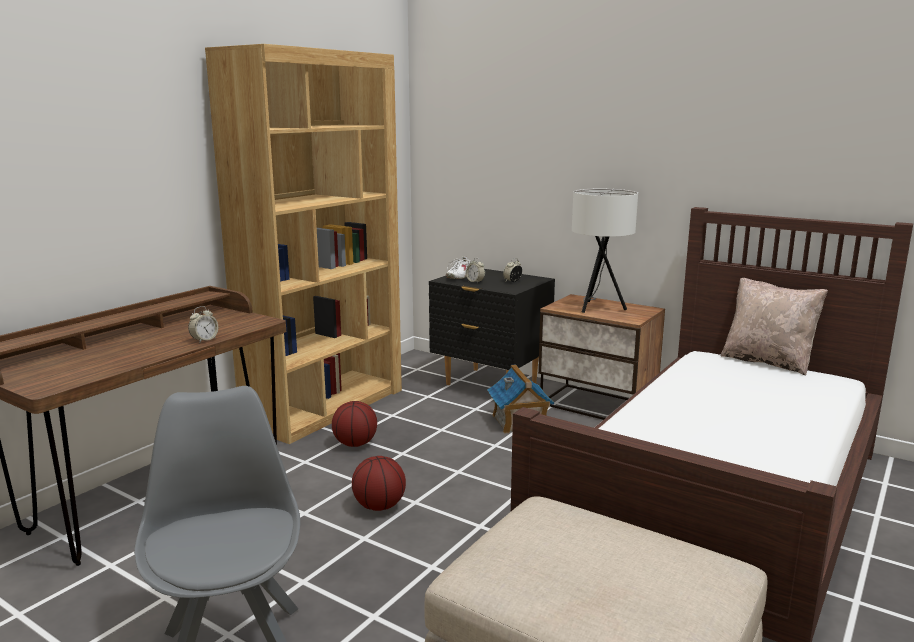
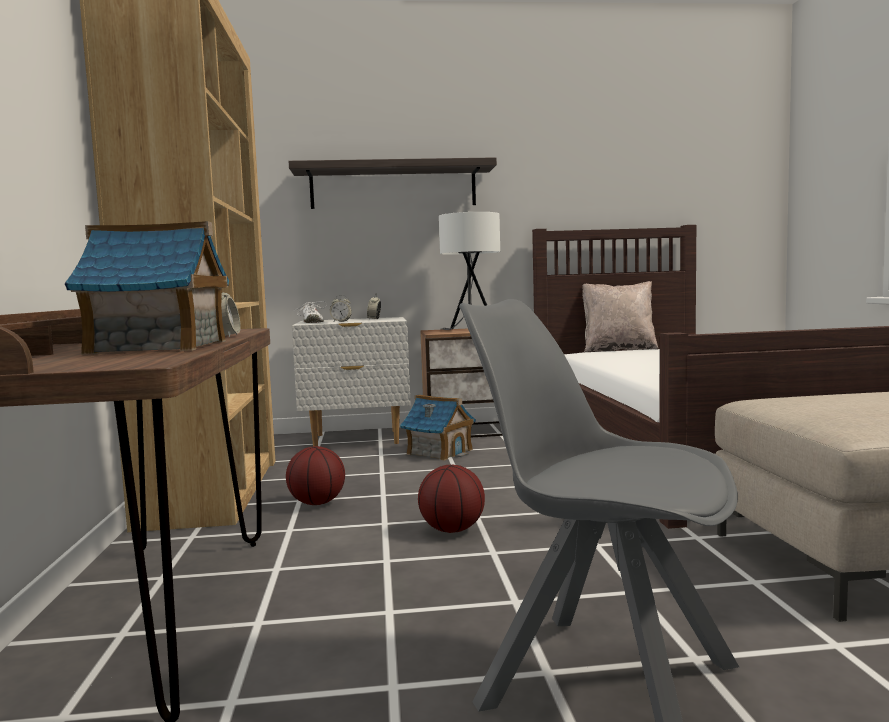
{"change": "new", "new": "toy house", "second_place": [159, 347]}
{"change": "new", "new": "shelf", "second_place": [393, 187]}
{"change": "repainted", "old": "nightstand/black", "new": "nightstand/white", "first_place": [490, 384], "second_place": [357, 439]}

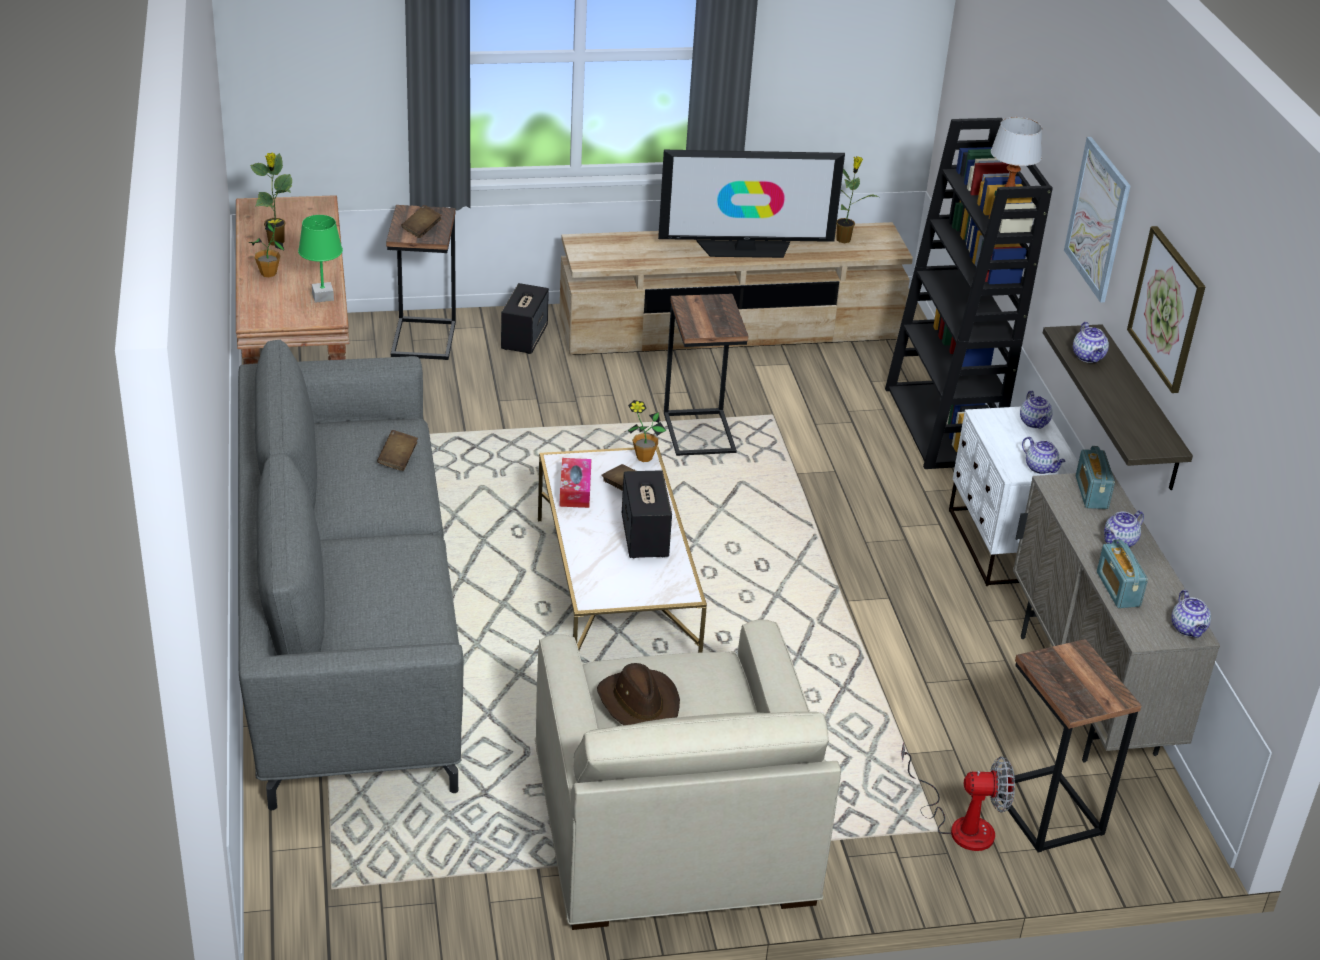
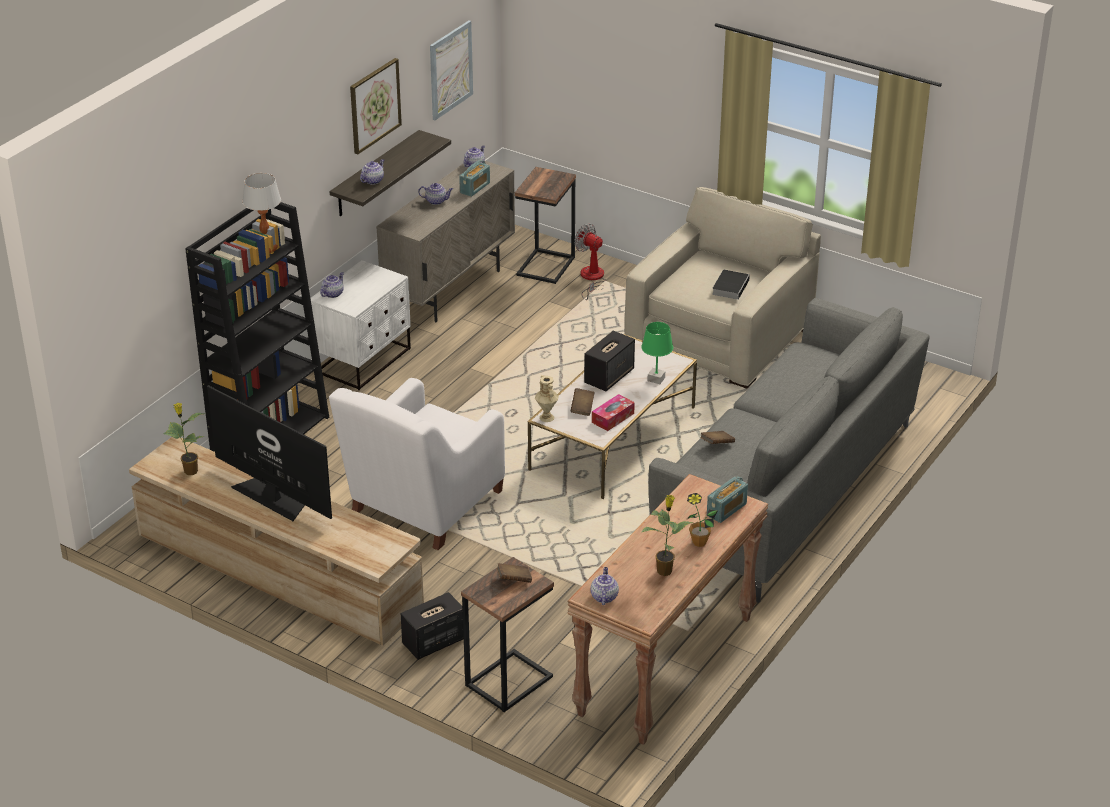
{"change": "shifted", "old": "table lamp/green", "first_place": [322, 297], "second_place": [656, 379]}
{"change": "shifted", "old": "teapot", "first_place": [1041, 468], "second_place": [604, 596]}
{"change": "shifted", "old": "picture", "first_place": [1098, 219], "second_place": [450, 70]}
{"change": "shifted", "old": "radio", "first_place": [1091, 492], "second_place": [726, 510]}
{"change": "swapped", "old": "hat/brown", "new": "book", "first_place": [639, 703], "second_place": [730, 286]}
{"change": "swapped", "old": "potted plant", "new": "vase/beige", "first_place": [644, 457], "second_place": [546, 417]}
{"change": "swapped", "old": "side table", "new": "armchair/white", "first_place": [700, 433], "second_place": [423, 505]}

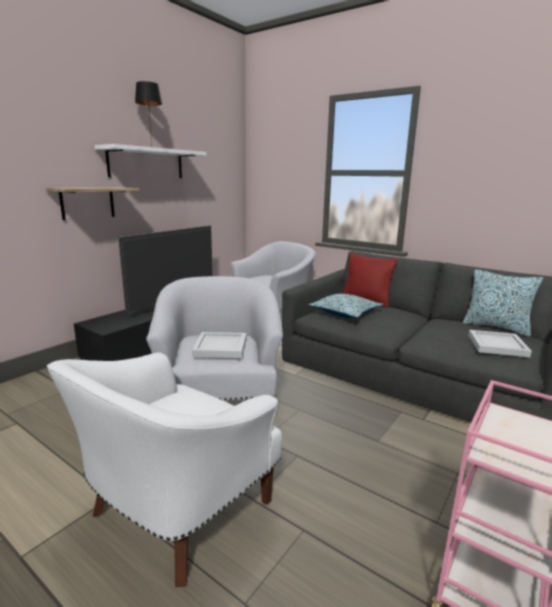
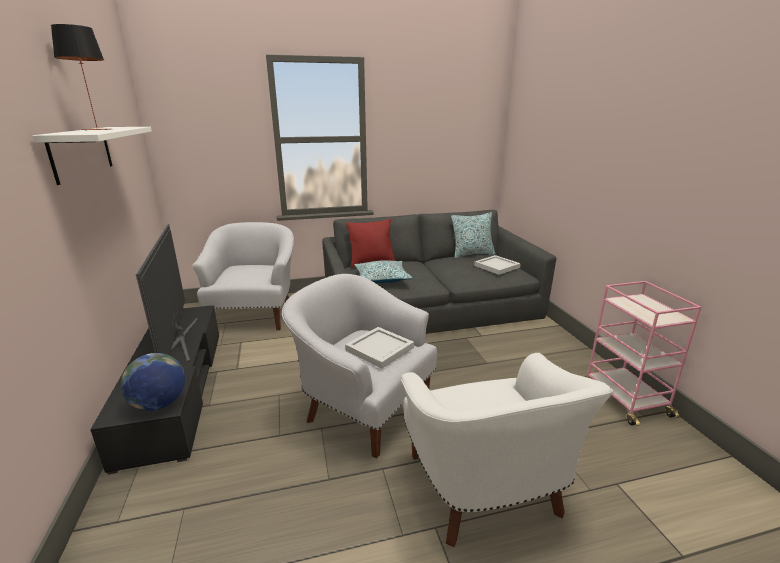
{"change": "gone", "old": "shelf", "first_place": [87, 203]}
{"change": "new", "new": "globe", "second_place": [159, 404]}

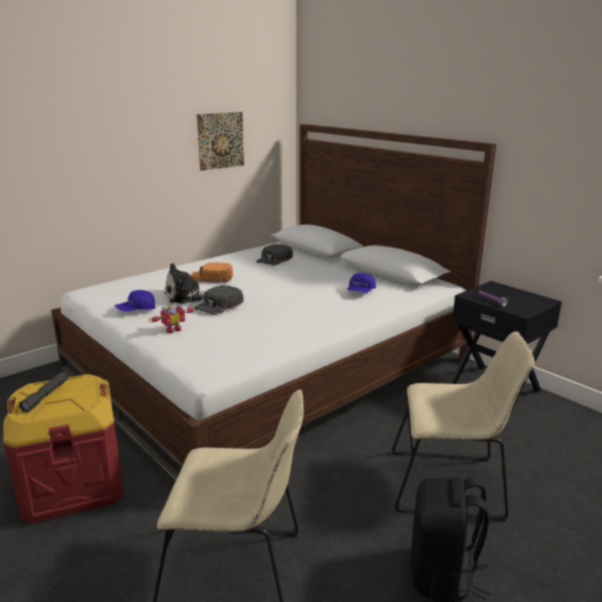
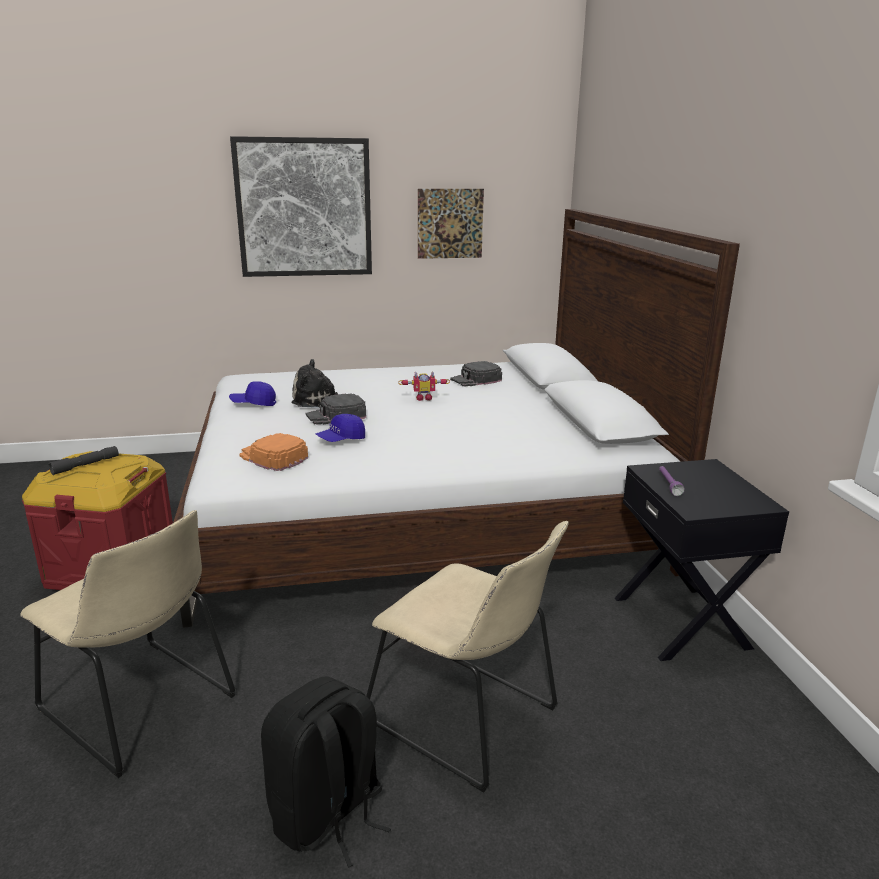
{"change": "new", "new": "picture", "second_place": [304, 208]}
{"change": "shifted", "old": "toy robot", "first_place": [172, 329], "second_place": [424, 398]}
{"change": "shifted", "old": "cap/orange", "first_place": [211, 277], "second_place": [273, 457]}
{"change": "shifted", "old": "cap/blue", "first_place": [360, 291], "second_place": [341, 440]}

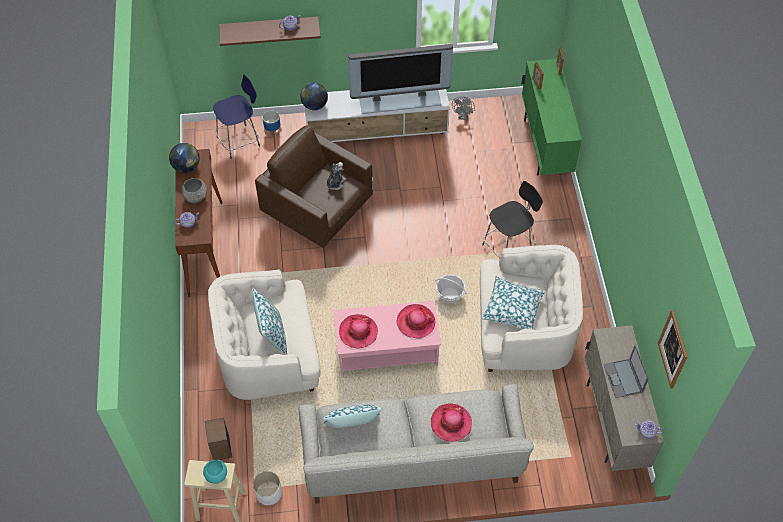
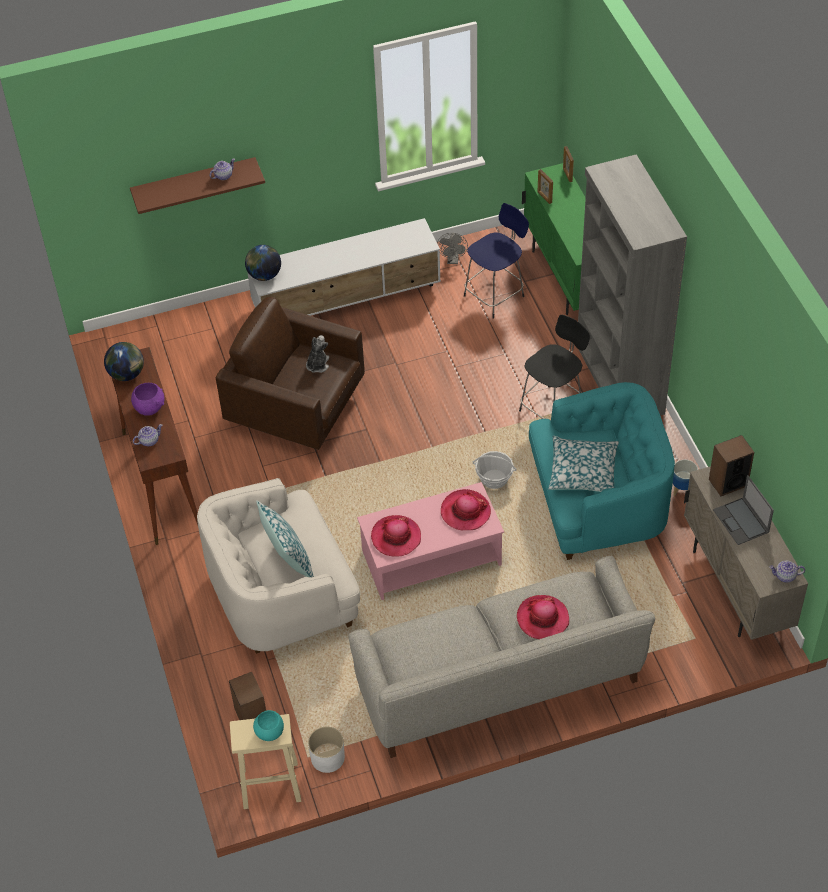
{"change": "gone", "old": "pillow", "first_place": [353, 427]}
{"change": "gone", "old": "television", "first_place": [399, 99]}
{"change": "gone", "old": "picture", "first_place": [673, 349]}
{"change": "new", "new": "bookcase/grey", "second_place": [619, 380]}
{"change": "new", "new": "speaker", "second_place": [728, 482]}
{"change": "shifted", "old": "stool/blue", "first_place": [240, 141], "second_place": [495, 295]}
{"change": "shifted", "old": "planter", "first_place": [273, 131], "second_place": [682, 489]}
{"change": "repainted", "old": "bowl/grey", "new": "bowl/purple", "first_place": [196, 197], "second_place": [150, 408]}
{"change": "repainted", "old": "armchair/white", "new": "armchair/turquoise", "first_place": [523, 330], "second_place": [597, 502]}

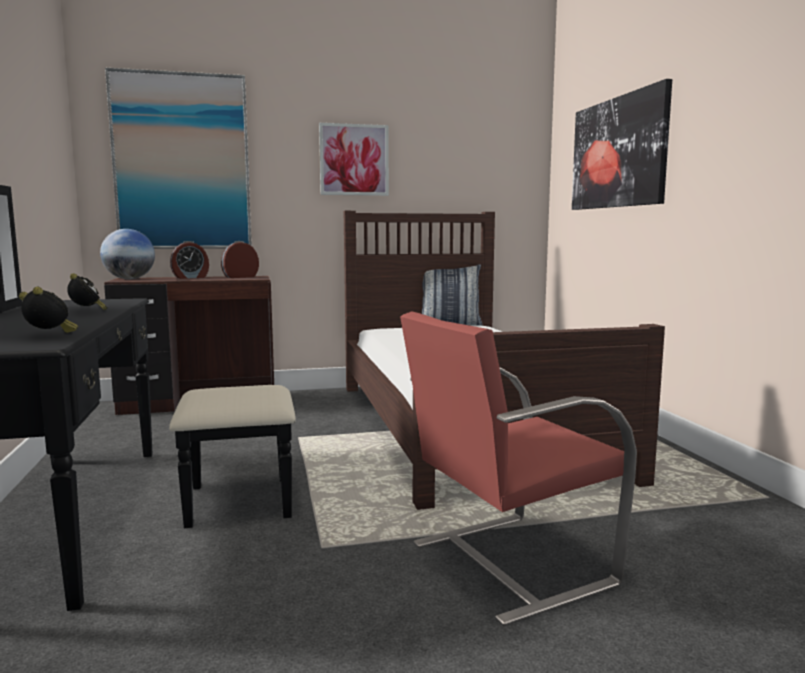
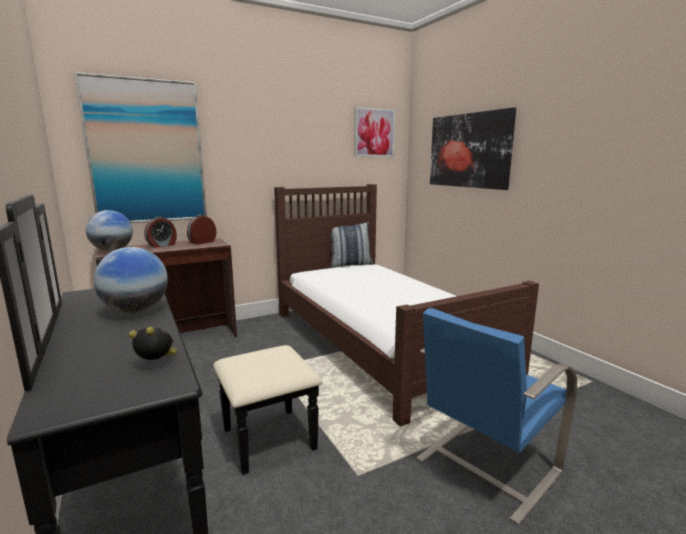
{"change": "shifted", "old": "picture", "first_place": [354, 160], "second_place": [374, 133]}
{"change": "swapped", "old": "alarm clock", "new": "globe", "first_place": [87, 311], "second_place": [136, 310]}
{"change": "repainted", "old": "chair/red", "new": "chair/blue", "first_place": [507, 563], "second_place": [485, 466]}

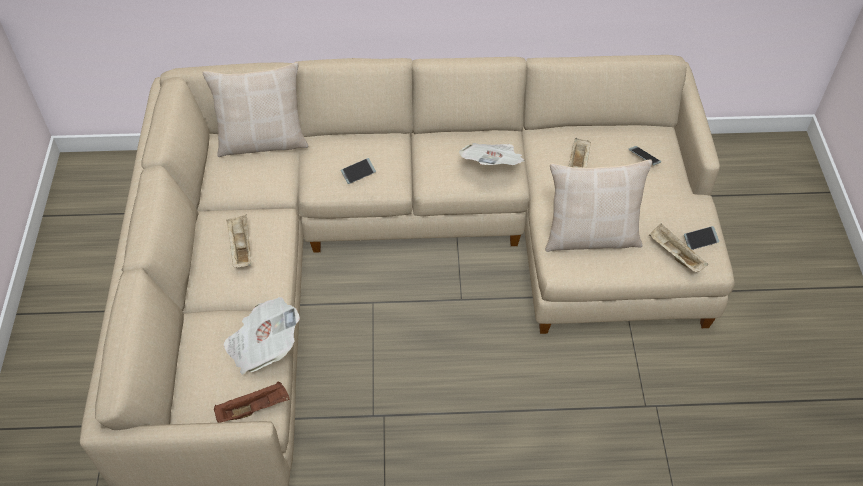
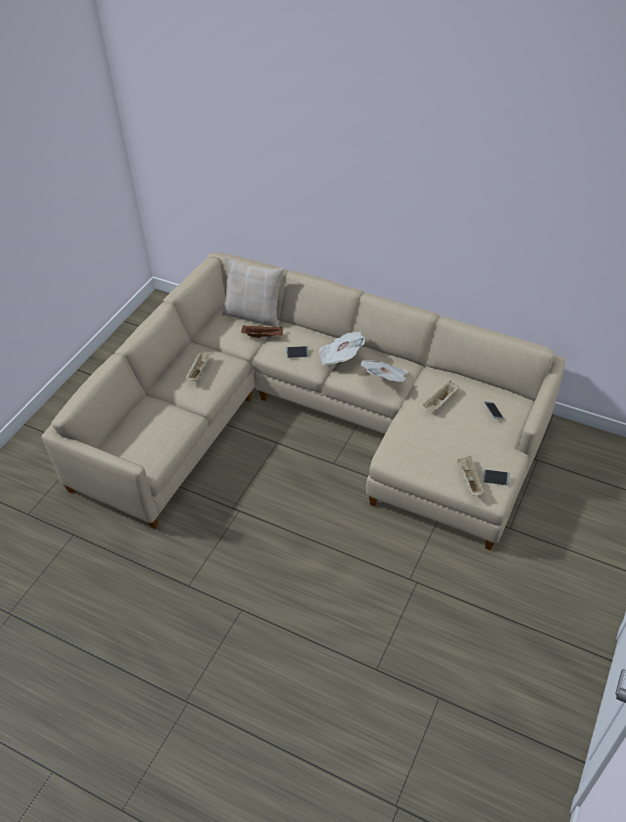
{"change": "gone", "old": "pillow/beige", "first_place": [591, 236]}
{"change": "shifted", "old": "tray/brown", "first_place": [254, 408], "second_place": [263, 336]}
{"change": "shifted", "old": "newspaper", "first_place": [263, 346], "second_place": [340, 357]}

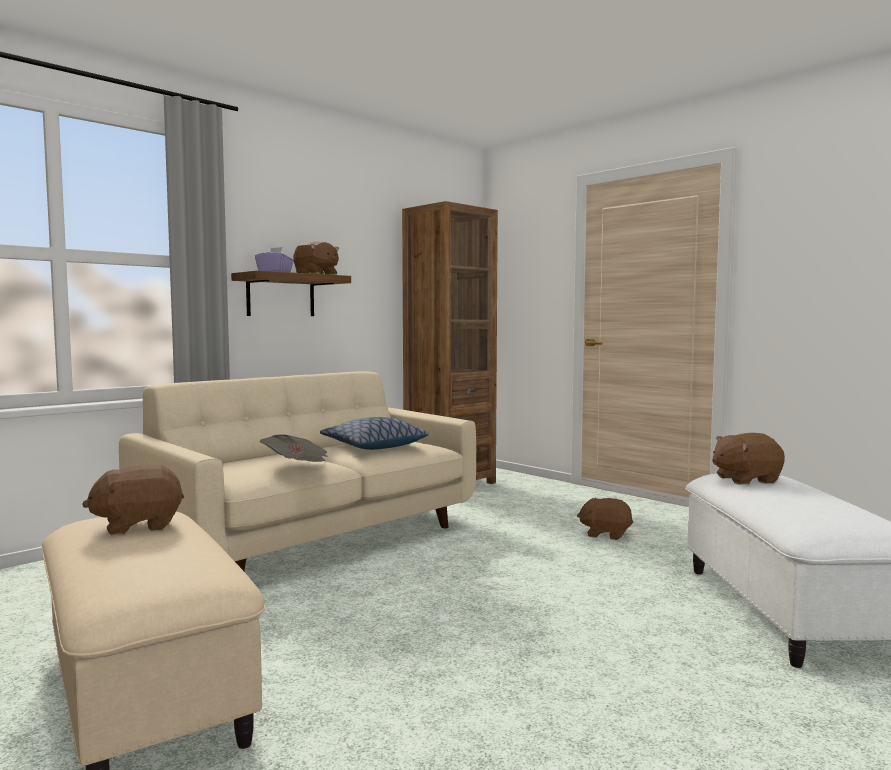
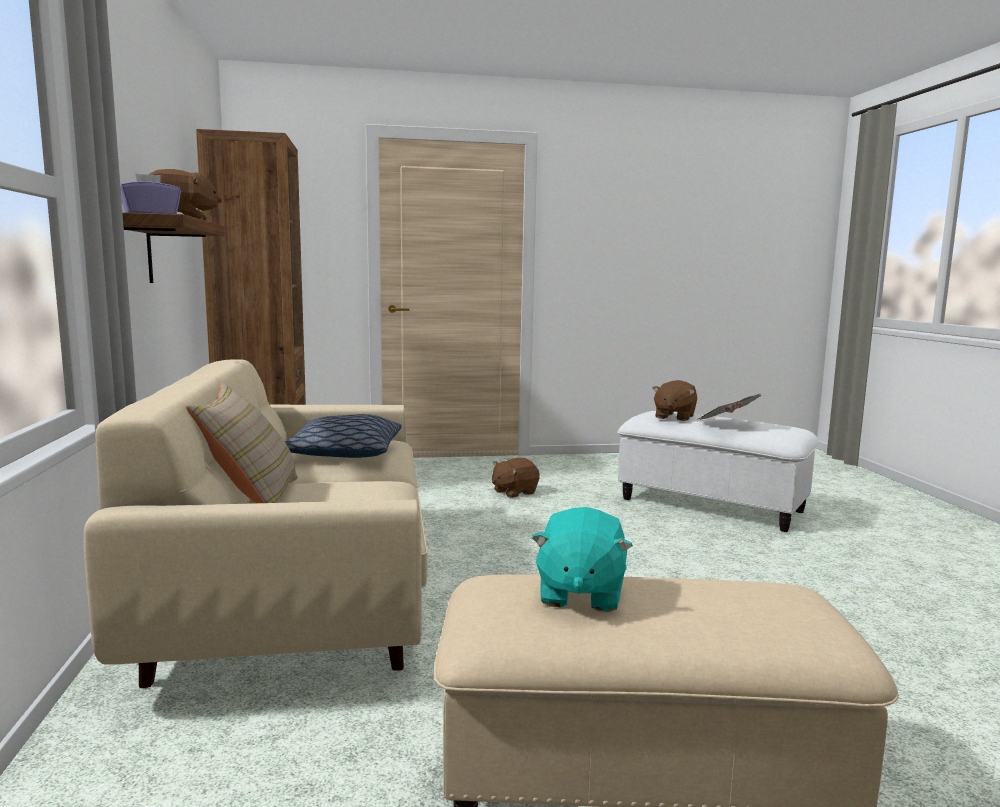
{"change": "new", "new": "pillow/beige", "second_place": [251, 498]}
{"change": "shifted", "old": "newspaper", "first_place": [297, 468], "second_place": [727, 423]}
{"change": "repainted", "old": "plush toy/brown", "new": "plush toy/turquoise", "first_place": [138, 526], "second_place": [579, 594]}

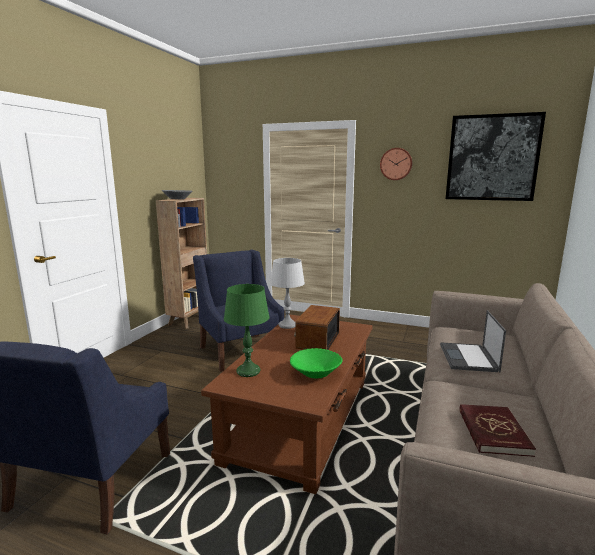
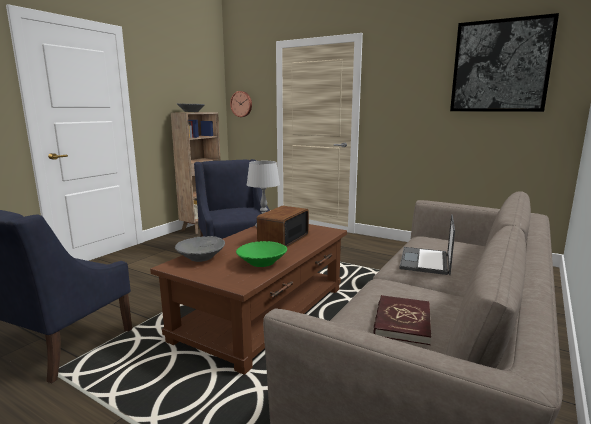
{"change": "shifted", "old": "wall clock", "first_place": [396, 164], "second_place": [242, 104]}
{"change": "swapped", "old": "table lamp/green", "new": "bowl/grey", "first_place": [248, 371], "second_place": [201, 258]}

